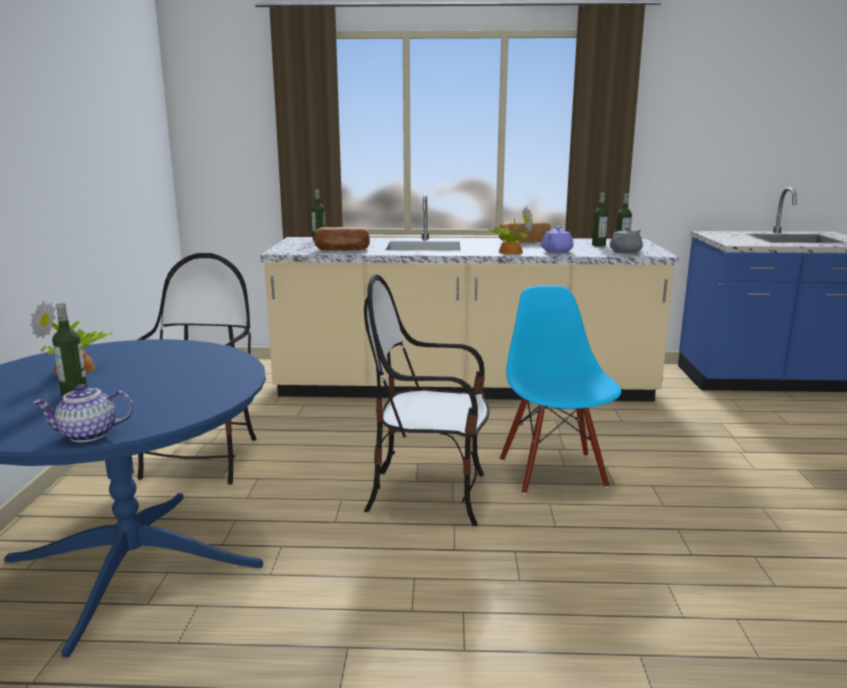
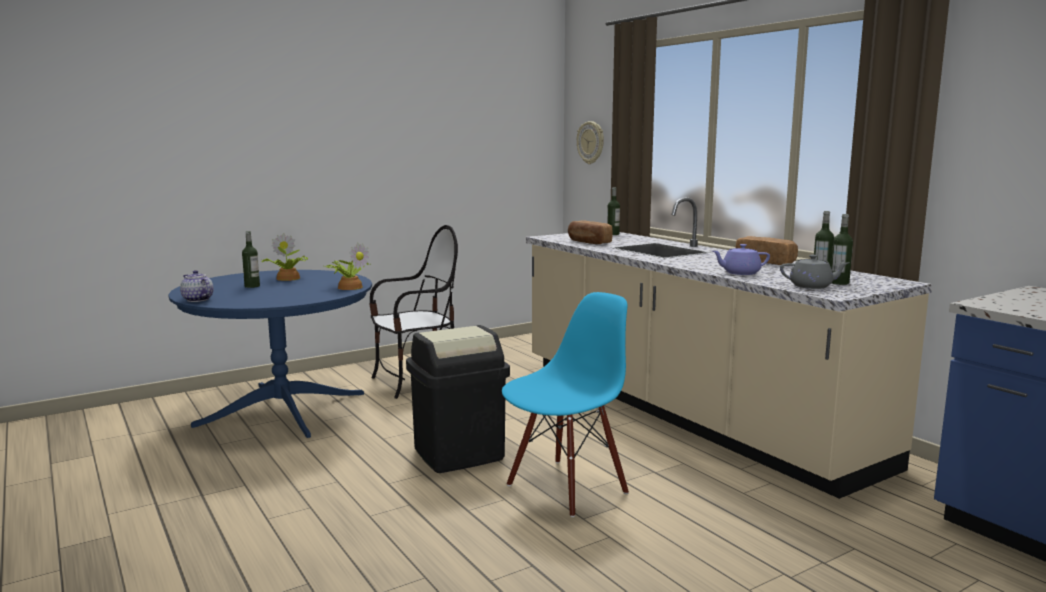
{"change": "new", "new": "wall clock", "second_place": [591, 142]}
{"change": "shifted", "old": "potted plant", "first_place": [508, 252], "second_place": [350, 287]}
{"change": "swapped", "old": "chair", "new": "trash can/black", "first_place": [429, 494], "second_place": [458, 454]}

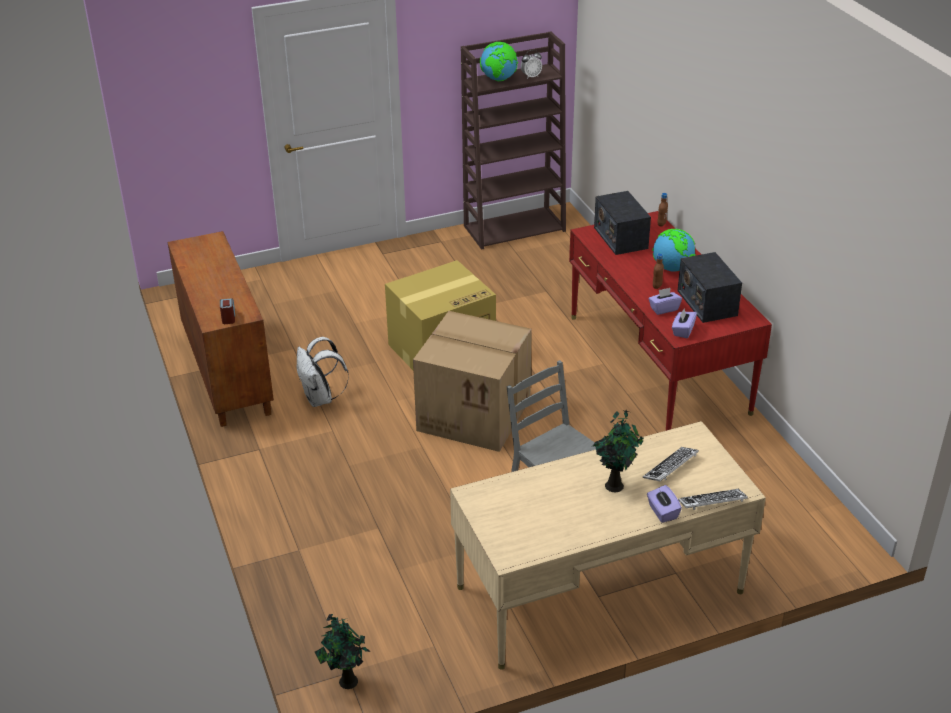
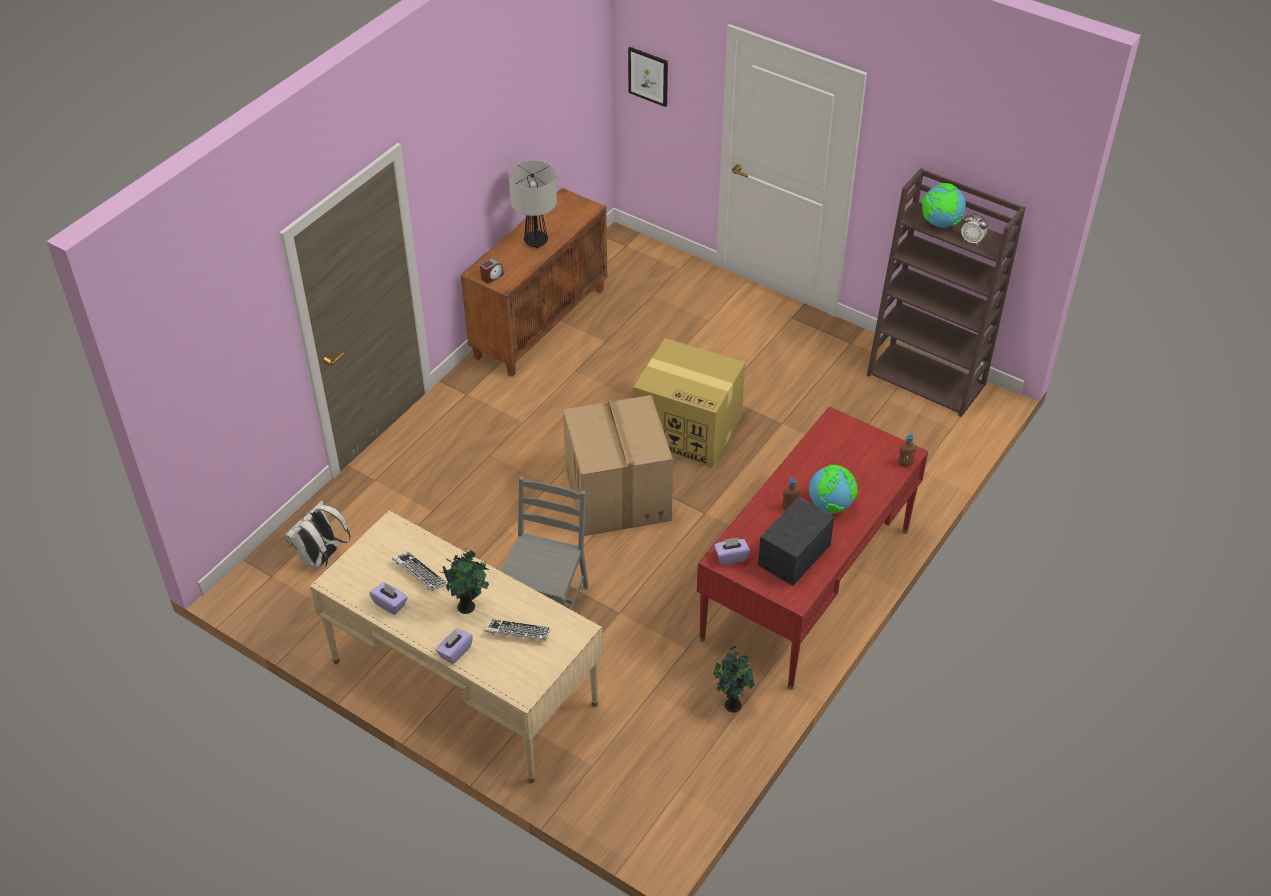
{"change": "gone", "old": "radio", "first_place": [620, 237]}
{"change": "new", "new": "table lamp", "second_place": [535, 241]}
{"change": "new", "new": "picture", "second_place": [648, 76]}
{"change": "shifted", "old": "backpack/white", "first_place": [321, 399], "second_place": [321, 558]}
{"change": "shifted", "old": "potted plant", "first_place": [346, 681], "second_place": [731, 704]}
{"change": "shifted", "old": "tissue box/purple", "first_place": [664, 309], "second_place": [390, 604]}
{"change": "shifted", "old": "keyboard", "first_place": [712, 502], "second_place": [419, 574]}

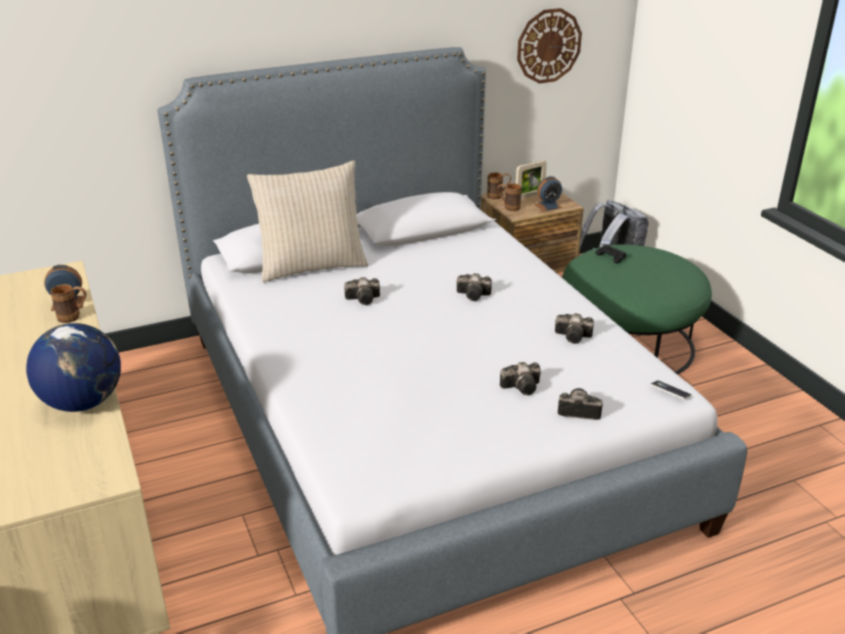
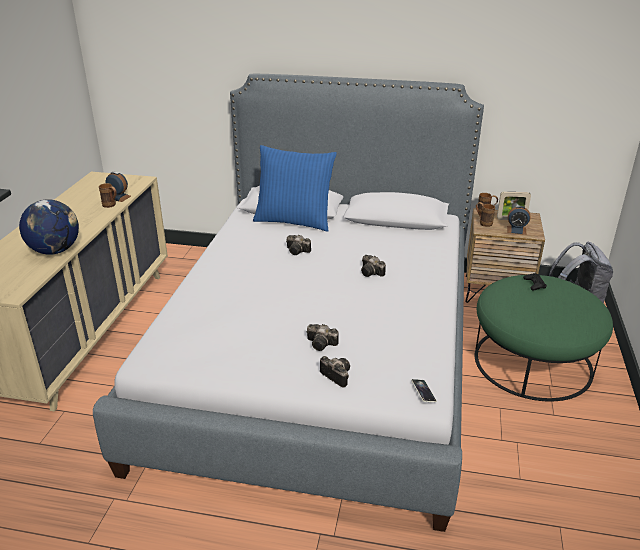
{"change": "gone", "old": "wall clock", "first_place": [548, 46]}
{"change": "gone", "old": "photo camera", "first_place": [575, 337]}
{"change": "repainted", "old": "pillow/beige", "new": "pillow/blue", "first_place": [311, 266], "second_place": [294, 221]}

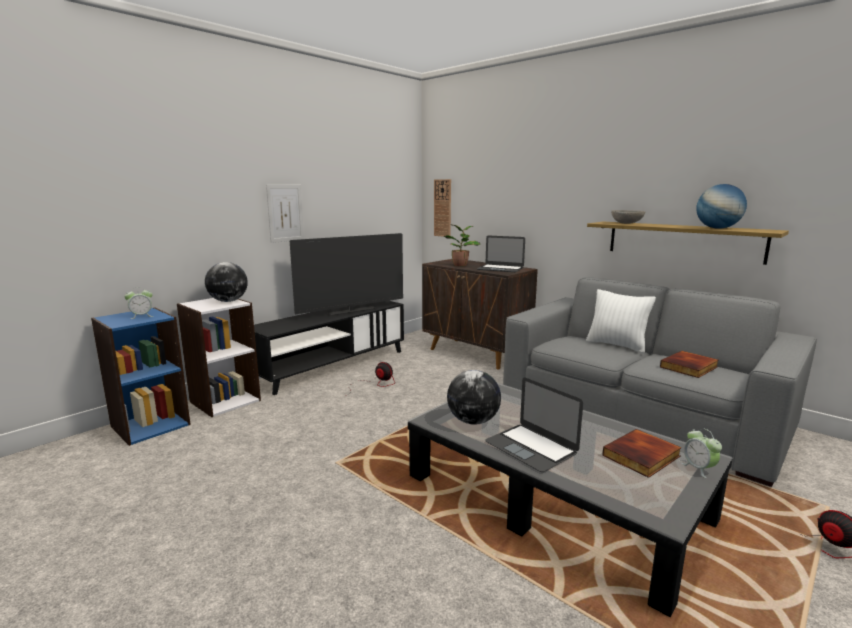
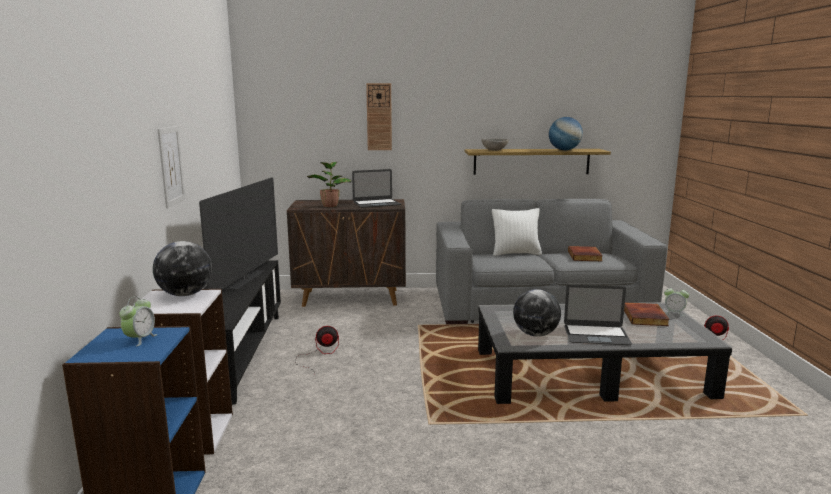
{"change": "shifted", "old": "wall clock", "first_place": [442, 208], "second_place": [379, 117]}

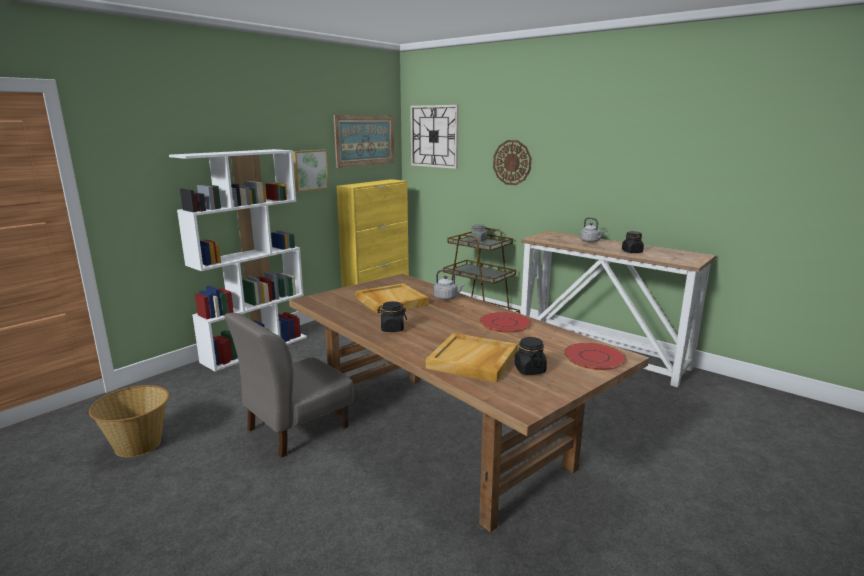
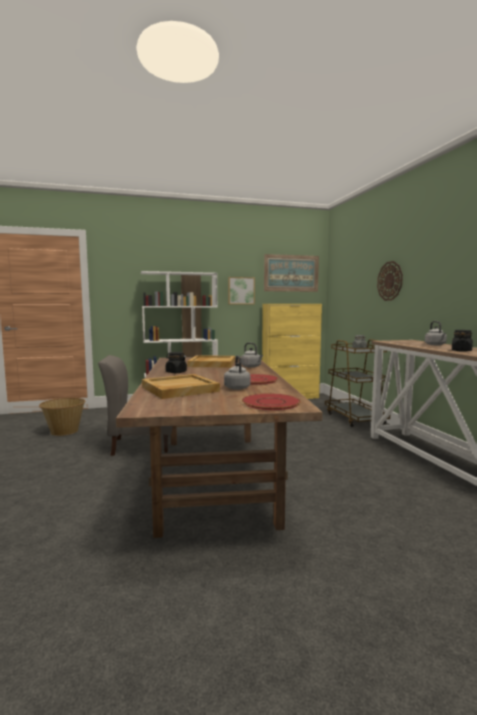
{"change": "gone", "old": "wall clock", "first_place": [434, 136]}
{"change": "gone", "old": "jar/black", "first_place": [529, 370]}
{"change": "new", "new": "kettle/grey", "second_place": [237, 388]}

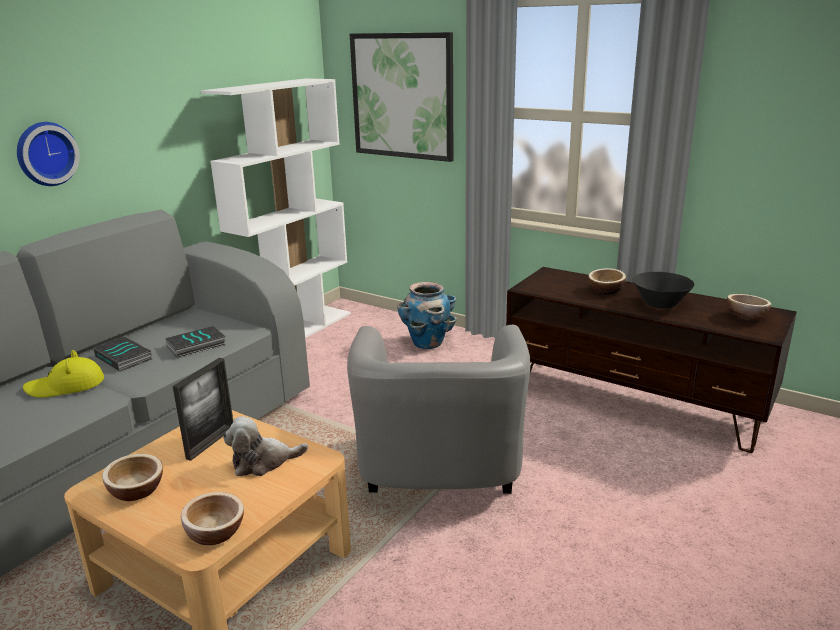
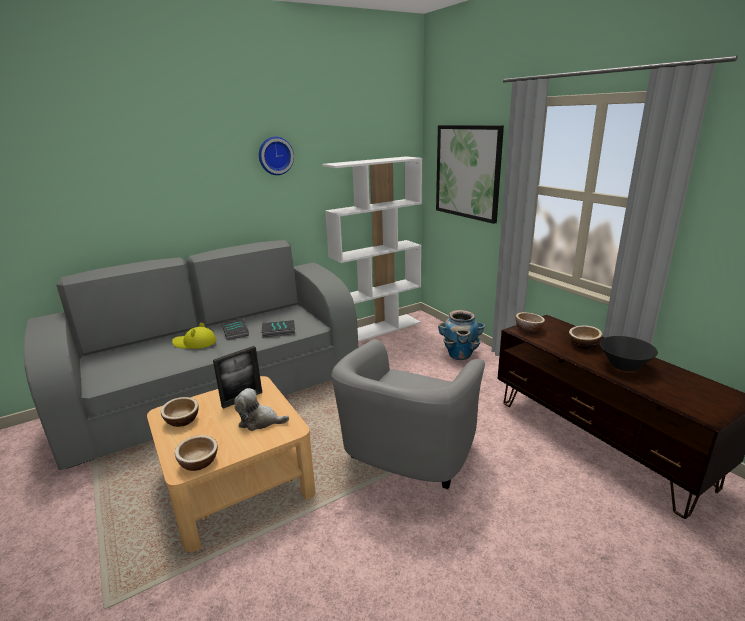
{"change": "shifted", "old": "wall clock", "first_place": [45, 153], "second_place": [275, 155]}
{"change": "shifted", "old": "bowl", "first_place": [746, 317], "second_place": [528, 329]}

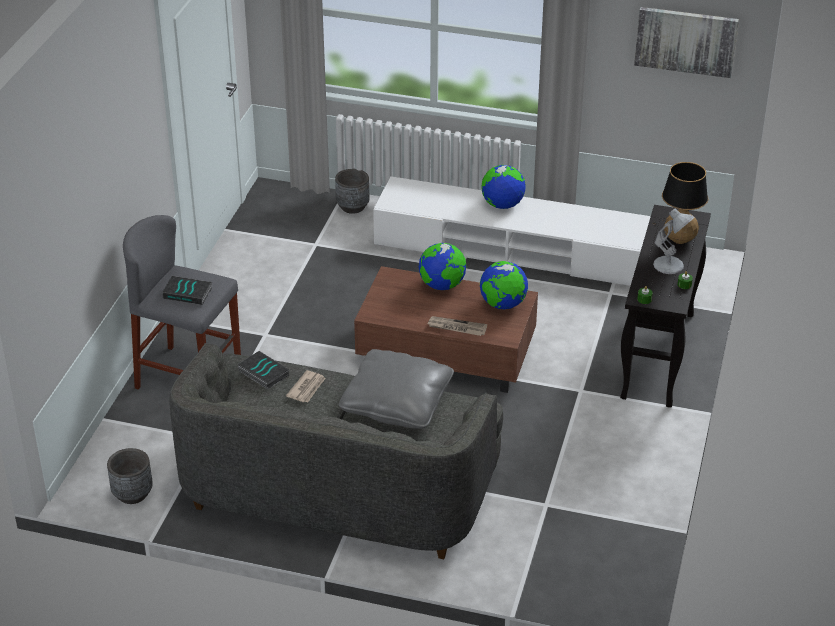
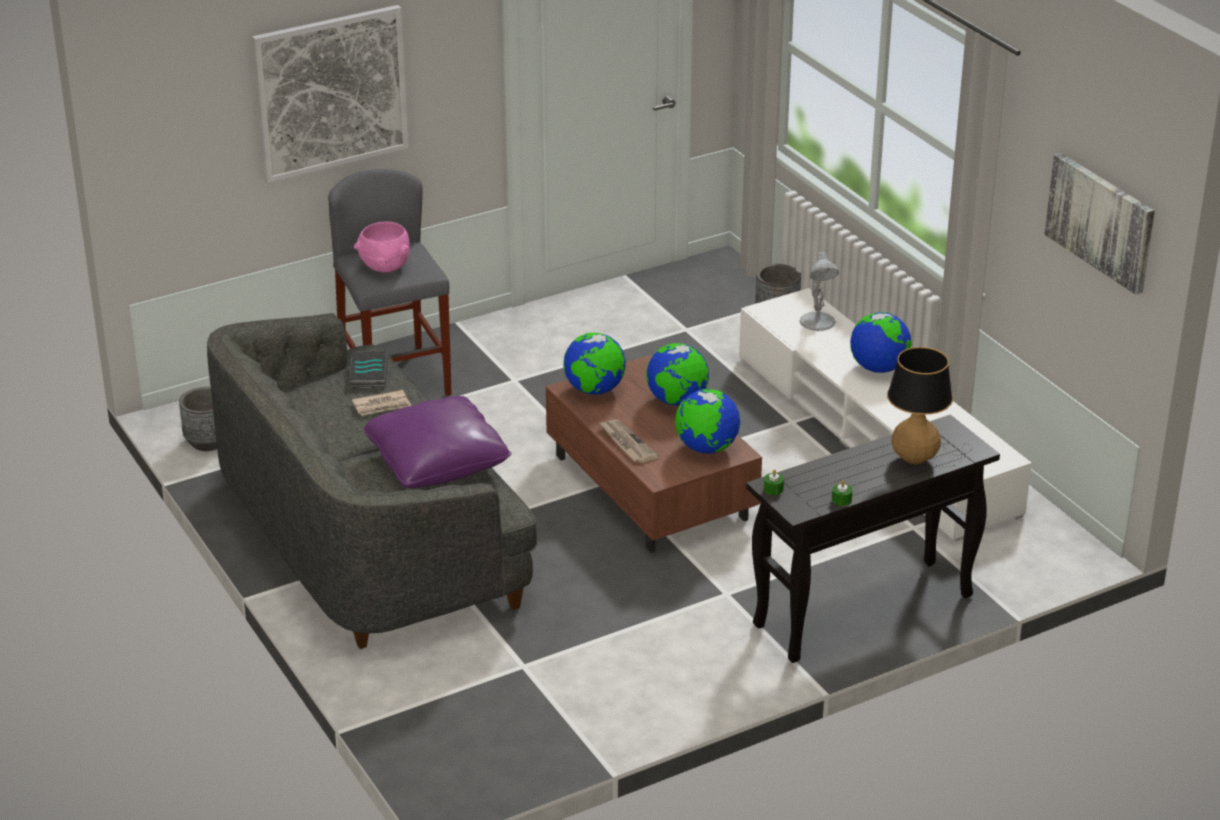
{"change": "new", "new": "picture", "second_place": [331, 92]}
{"change": "new", "new": "globe", "second_place": [594, 390]}
{"change": "shifted", "old": "table lamp/white", "first_place": [670, 265], "second_place": [818, 322]}
{"change": "swapped", "old": "book", "new": "bowl/pink", "first_place": [188, 293], "second_place": [385, 267]}
{"change": "repainted", "old": "pillow/grey", "new": "pillow/purple", "first_place": [397, 403], "second_place": [437, 462]}

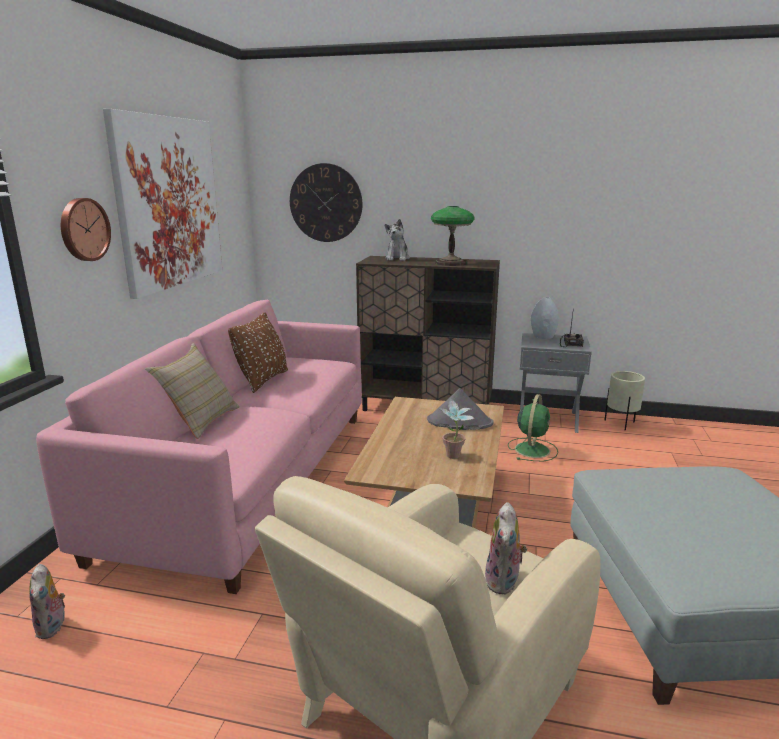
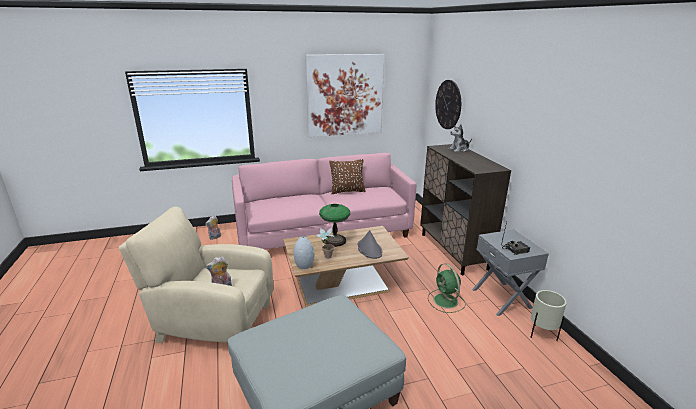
{"change": "gone", "old": "wall clock", "first_place": [83, 229]}
{"change": "gone", "old": "pillow/beige", "first_place": [199, 421]}
{"change": "shifted", "old": "table lamp", "first_place": [450, 263], "second_place": [335, 240]}
{"change": "shifted", "old": "vase/grey", "first_place": [543, 337], "second_place": [303, 265]}
{"change": "rotated", "old": "fan/green", "first_place": [532, 449], "second_place": [446, 301], "degrees": 75}

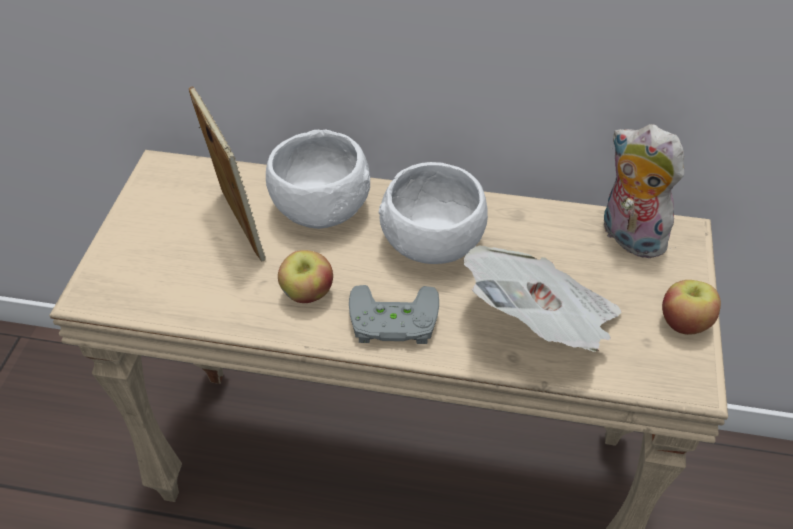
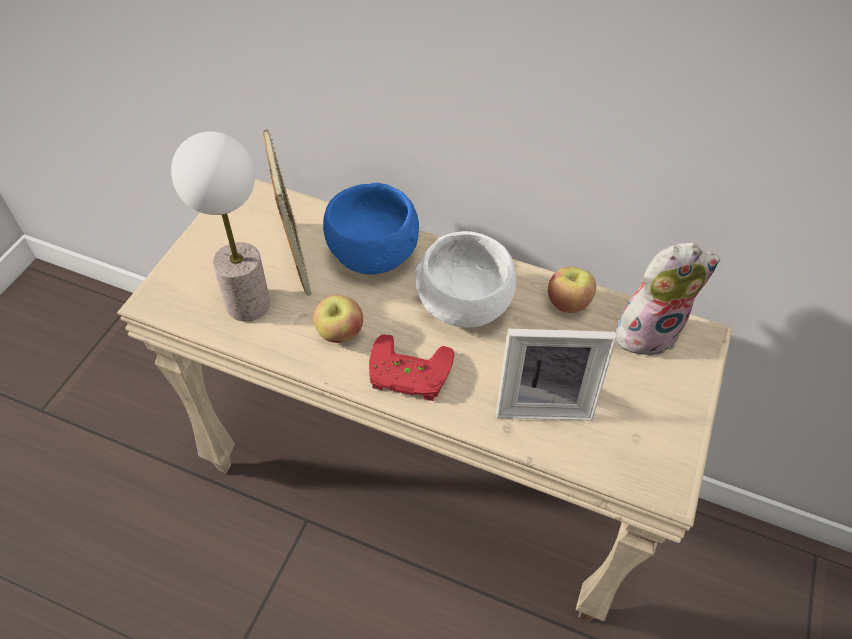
{"change": "new", "new": "table lamp", "second_place": [249, 304]}
{"change": "shifted", "old": "apple", "first_place": [684, 322], "second_place": [567, 303]}
{"change": "swapped", "old": "newspaper", "new": "picture frame", "first_place": [541, 323], "second_place": [542, 400]}
{"change": "repainted", "old": "bowl/white", "new": "bowl/blue", "first_place": [319, 207], "second_place": [371, 252]}
{"change": "repainted", "old": "game controller/grey", "new": "game controller/red", "first_place": [392, 323], "second_place": [407, 375]}
{"change": "rotated", "old": "plush toy", "first_place": [627, 237], "second_place": [646, 331], "degrees": 105}

